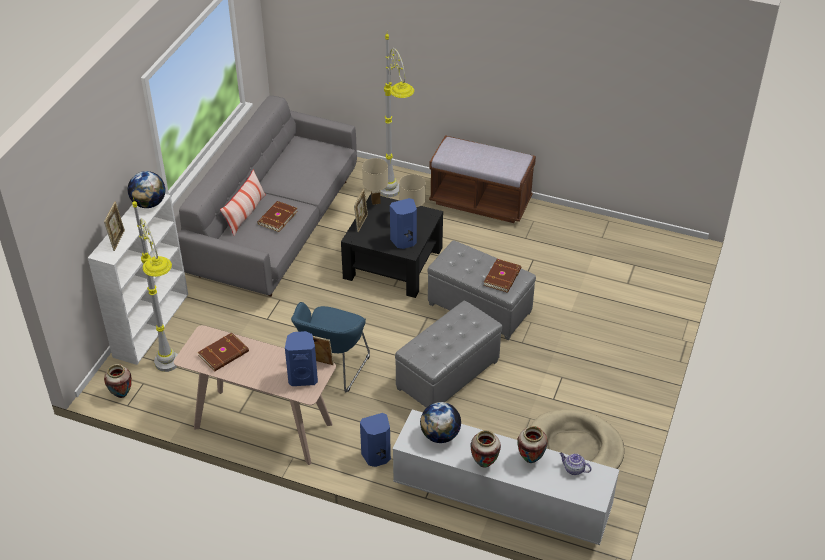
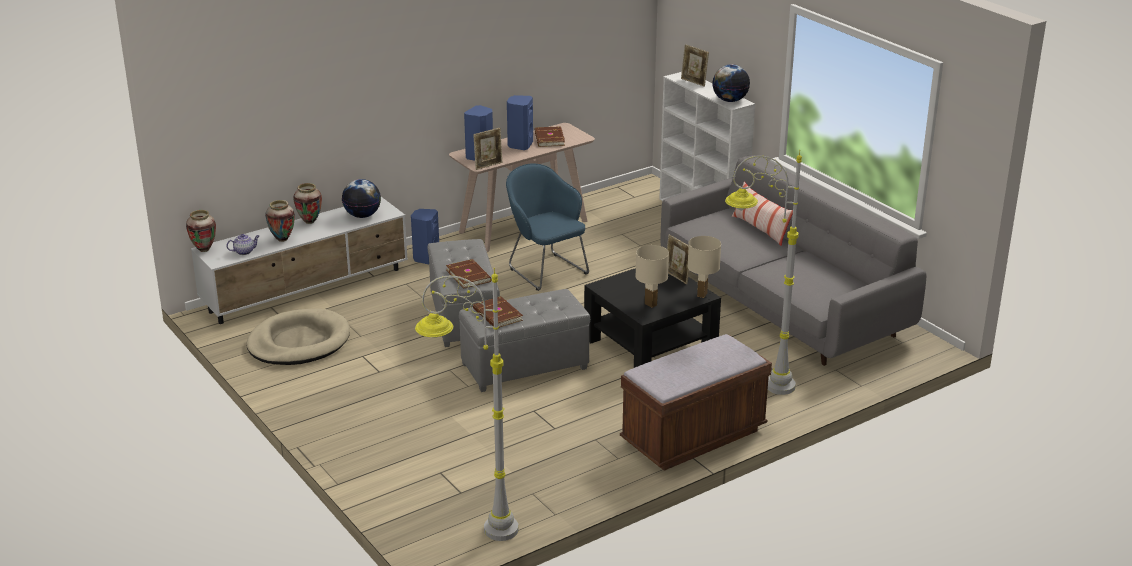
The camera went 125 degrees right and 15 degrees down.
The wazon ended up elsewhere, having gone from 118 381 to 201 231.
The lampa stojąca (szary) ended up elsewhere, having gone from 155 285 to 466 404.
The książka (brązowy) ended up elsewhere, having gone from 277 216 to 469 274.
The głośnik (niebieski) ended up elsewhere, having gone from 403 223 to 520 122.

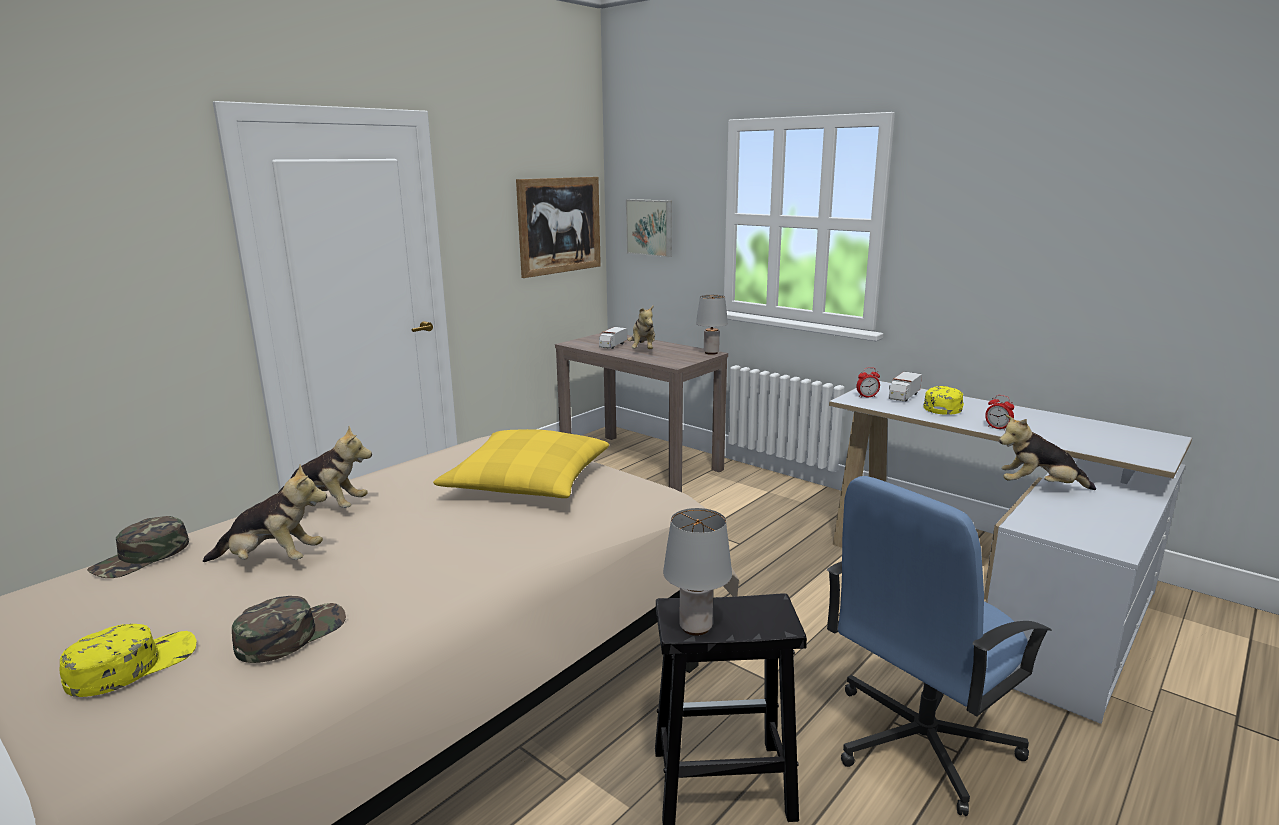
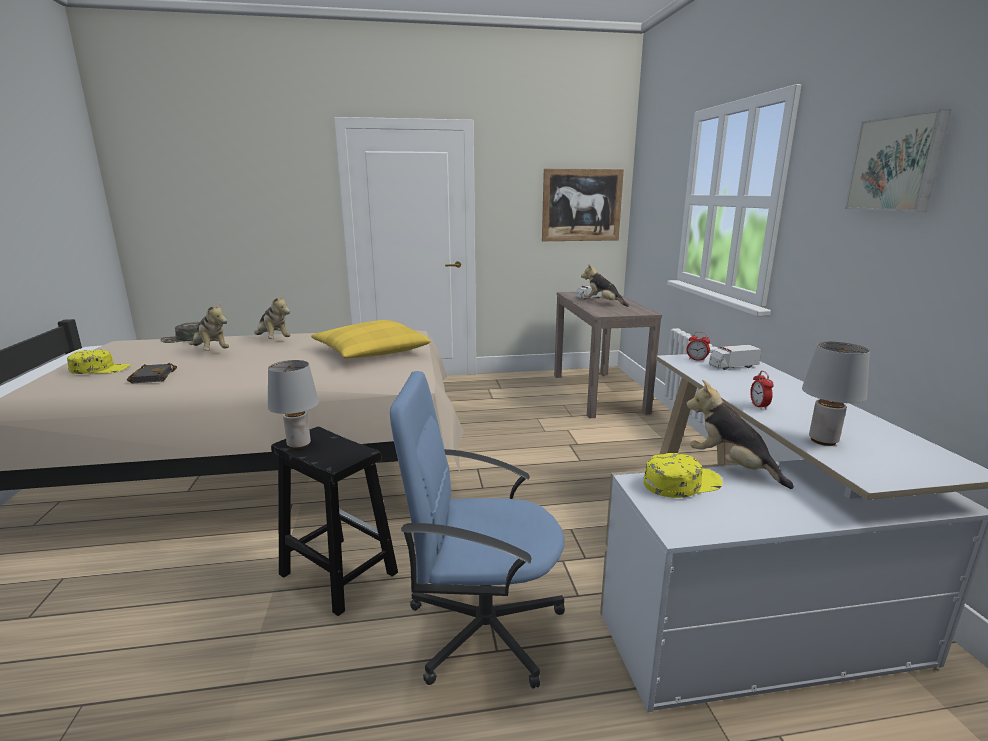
The camera went 40 degrees right and 0 degrees up.
Where the czapka z daszkiem (zielony) stood at 289 629, the książka (czarny) came to stand at 152 373.
The pluszak at 641 327 ended up facing another way, 90 degrees clockwise from before.
The czapka z daszkiem (żółty) ended up elsewhere, having gone from 944 400 to 683 475.
The lampa stołowa (szary) ended up elsewhere, having gone from 712 325 to 836 394.
The obraz ended up elsewhere, having gone from 649 228 to 898 160.

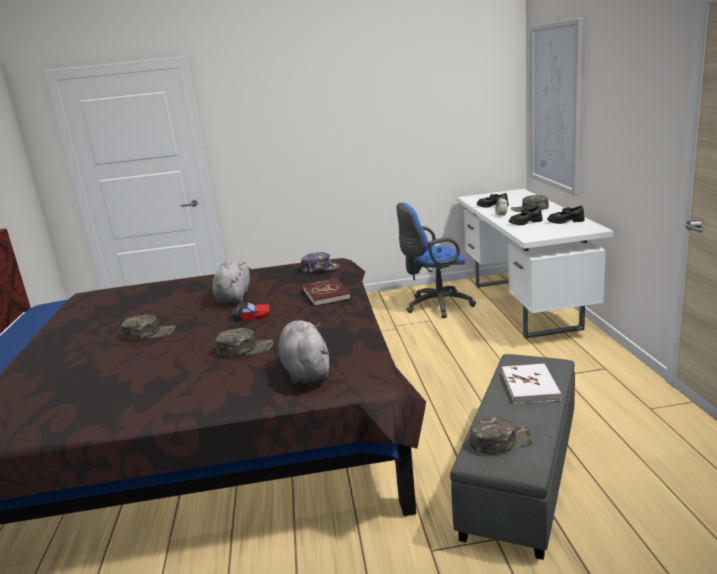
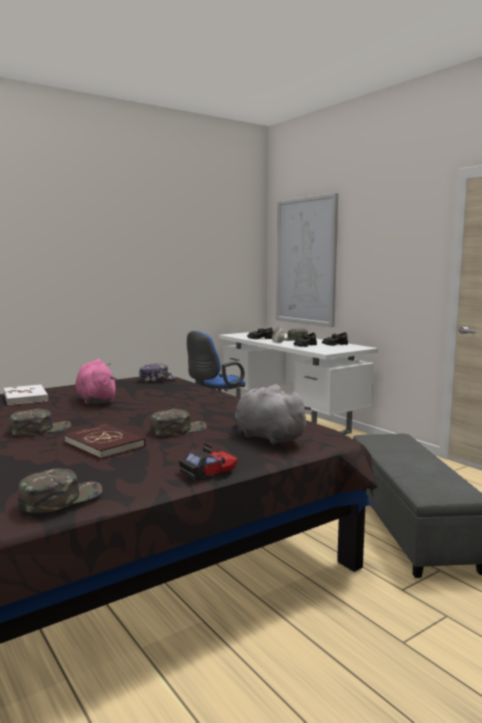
The camera went 30 degrees left and 10 degrees down.
The książka (biały) ended up elsewhere, having gone from 532 383 to 26 394.
The czapka z daszkiem (zielony) ended up elsewhere, having gone from 502 435 to 60 490.
The książka (czerwony) ended up elsewhere, having gone from 327 292 to 104 441.
What was the pluszak (szary) at 231 281 turned into the pluszak (różowy) at 96 381.
The samochodzik ended up elsewhere, having gone from 250 310 to 208 461.

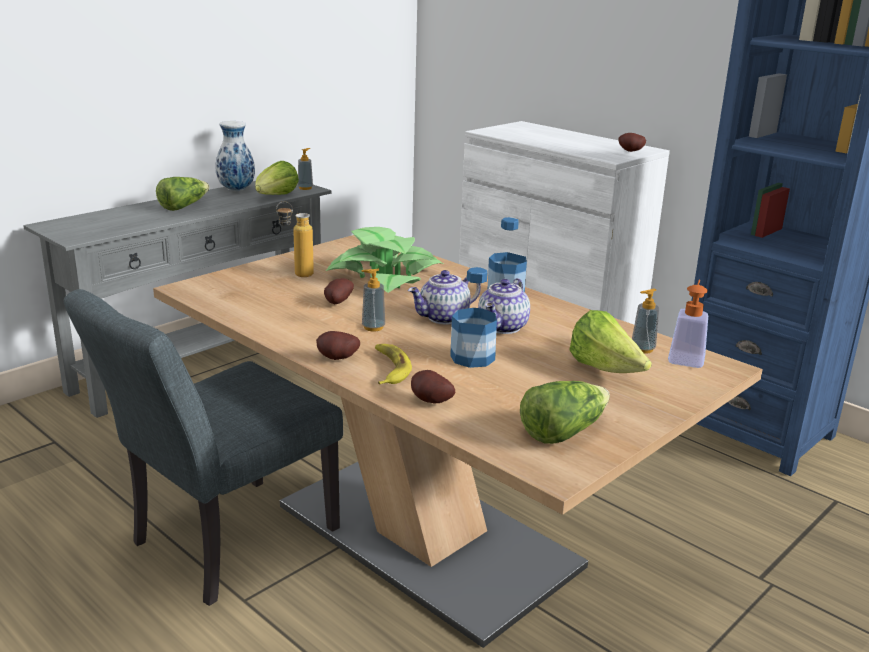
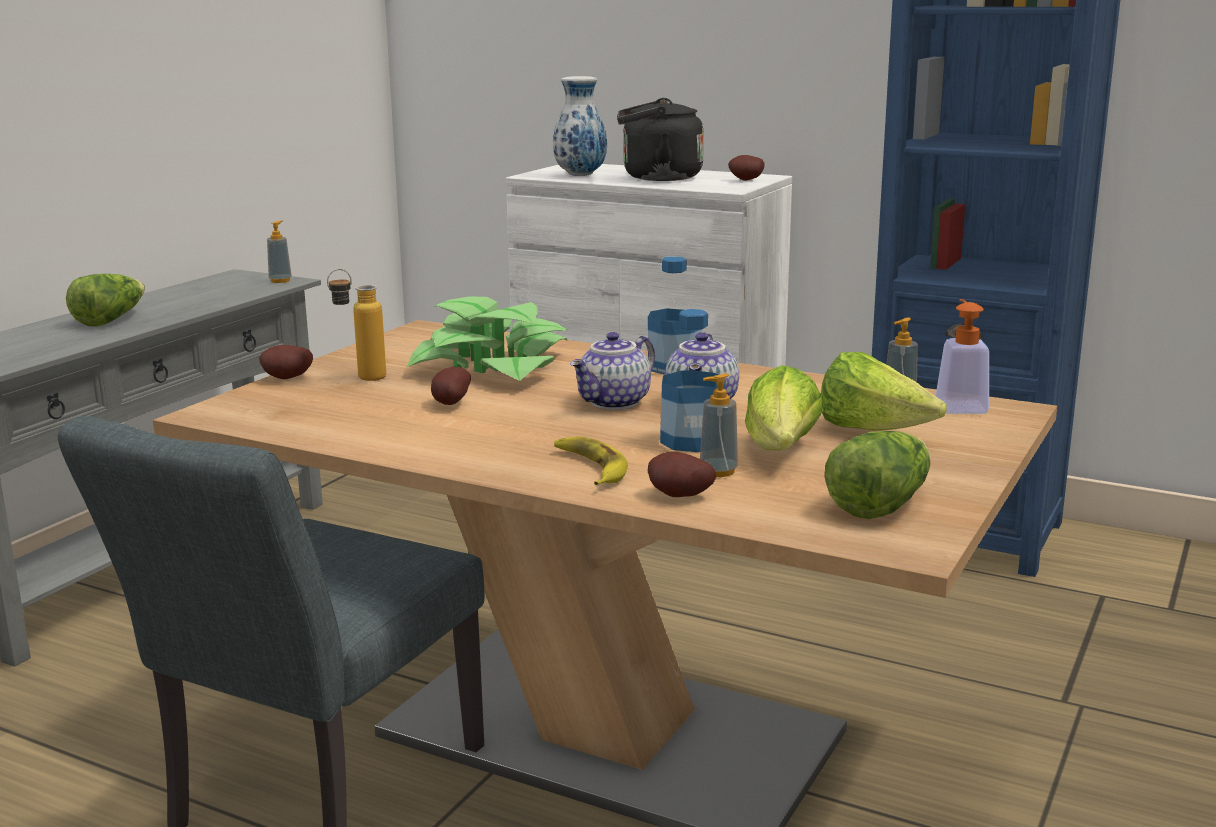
The camera went 15 degrees left and 5 degrees down.
The ziemniak ended up elsewhere, having gone from 338 345 to 286 362.
The wazon ended up elsewhere, having gone from 235 156 to 580 126.
The second view gained the czajnik (czarny) at 660 139.
The dozownik mydła ended up elsewhere, having gone from 373 300 to 719 425.
The sałata ended up elsewhere, having gone from 277 178 to 784 408.

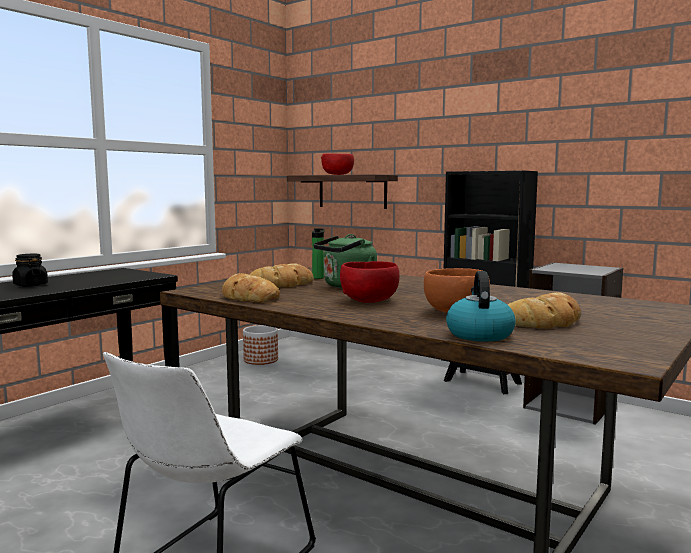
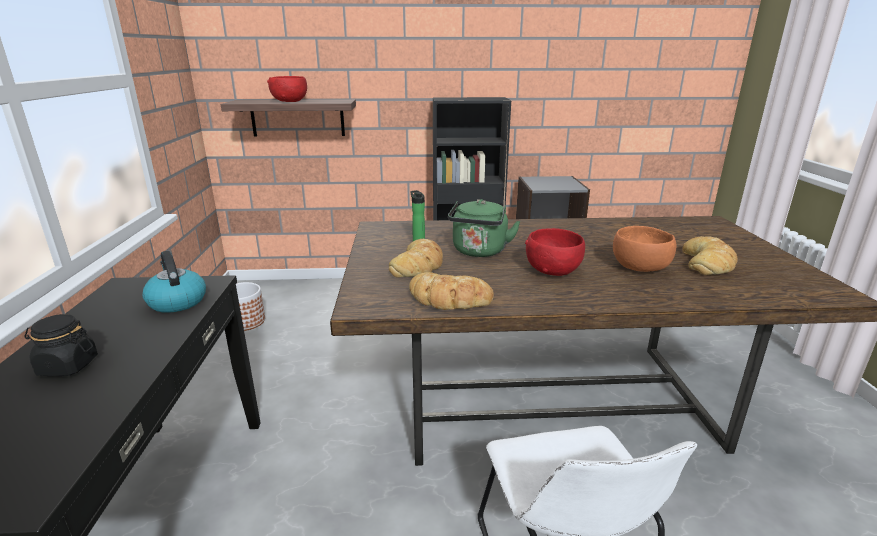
The camera went 40 degrees left and 15 degrees up.
The czajnik ended up elsewhere, having gone from 481 306 to 174 282.

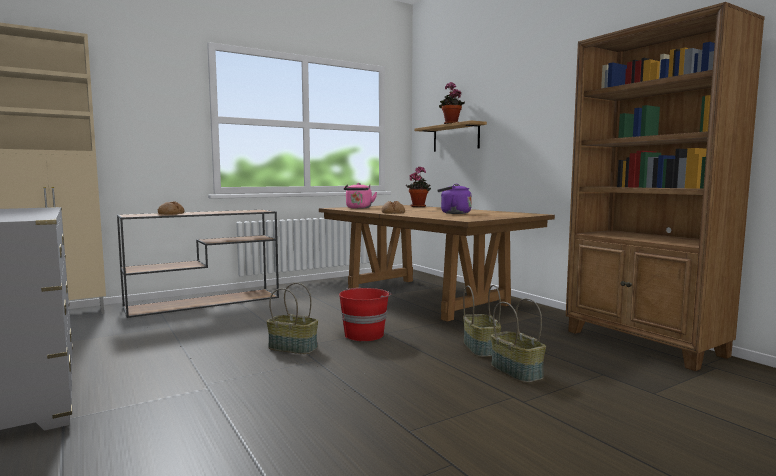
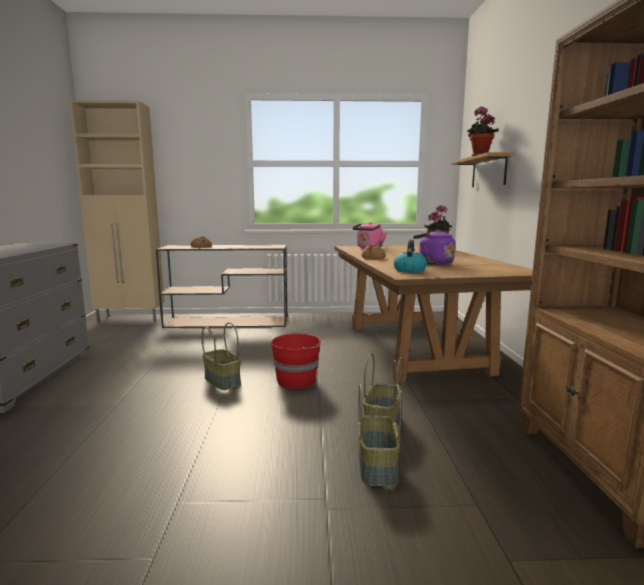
The camera went 30 degrees right and 5 degrees up.
The second view gained the czajnik at 410 256.

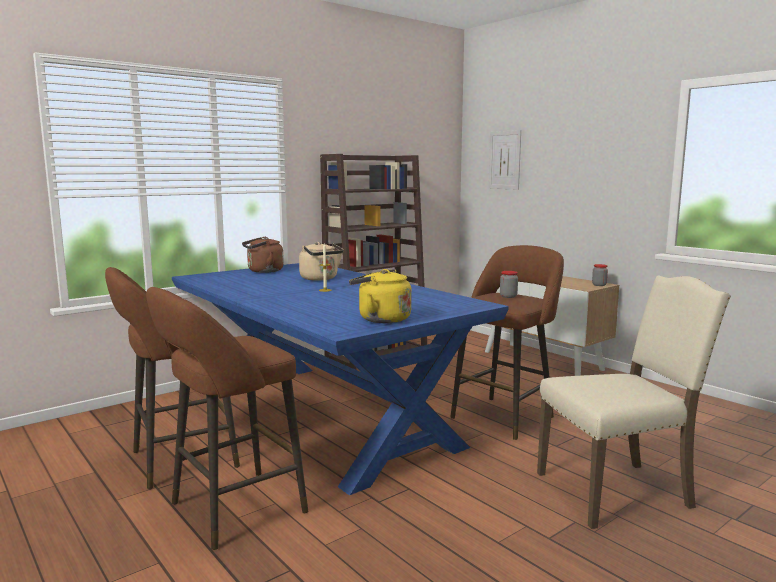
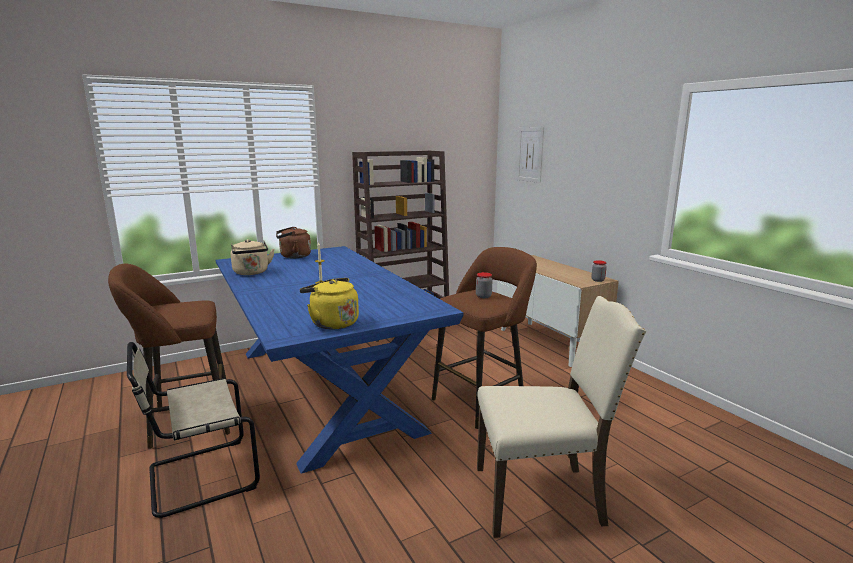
The camera went 10 degrees right and 5 degrees up.
Where the stołek (brązowy) stood at 227 418, the krzesło (beżowy) came to stand at 193 430.
The czajnik (beżowy) ended up elsewhere, having gone from 321 261 to 253 257.

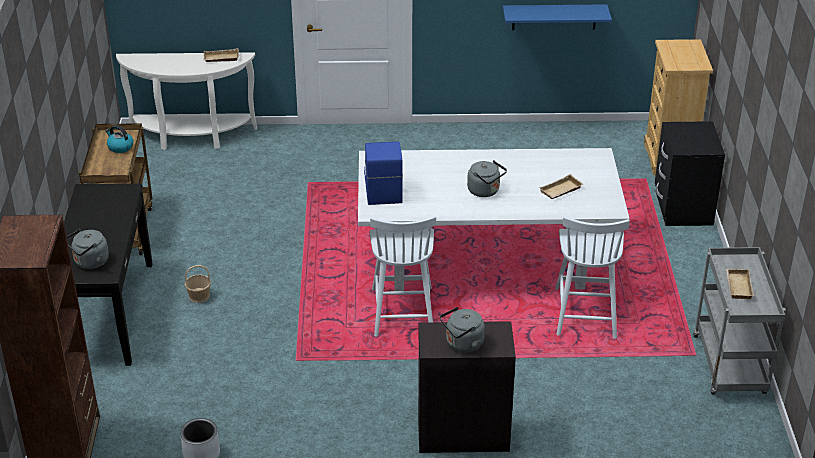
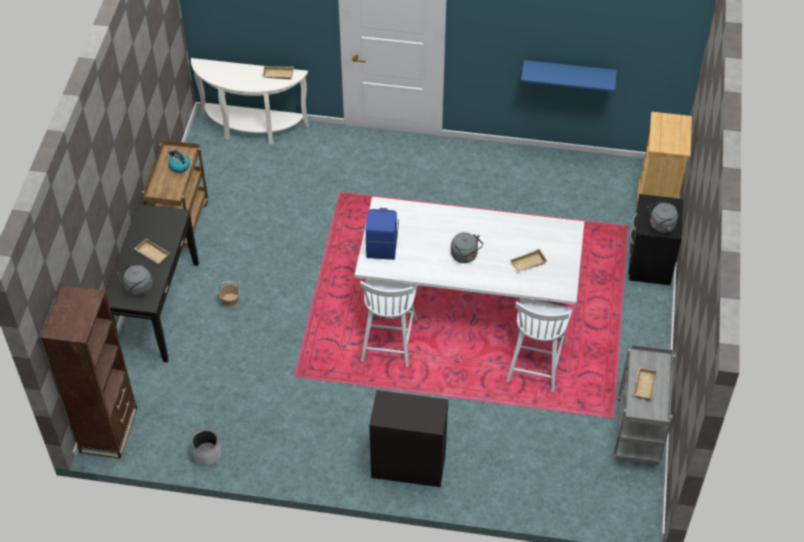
The camera went 10 degrees right and 15 degrees up.
The second view gained the taca (beżowy) at 152 251.
The czajnik (szary) ended up elsewhere, having gone from 462 329 to 663 217.

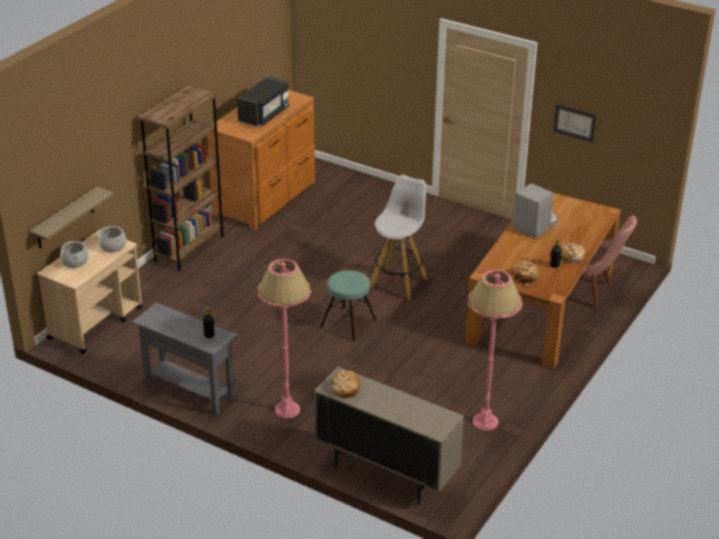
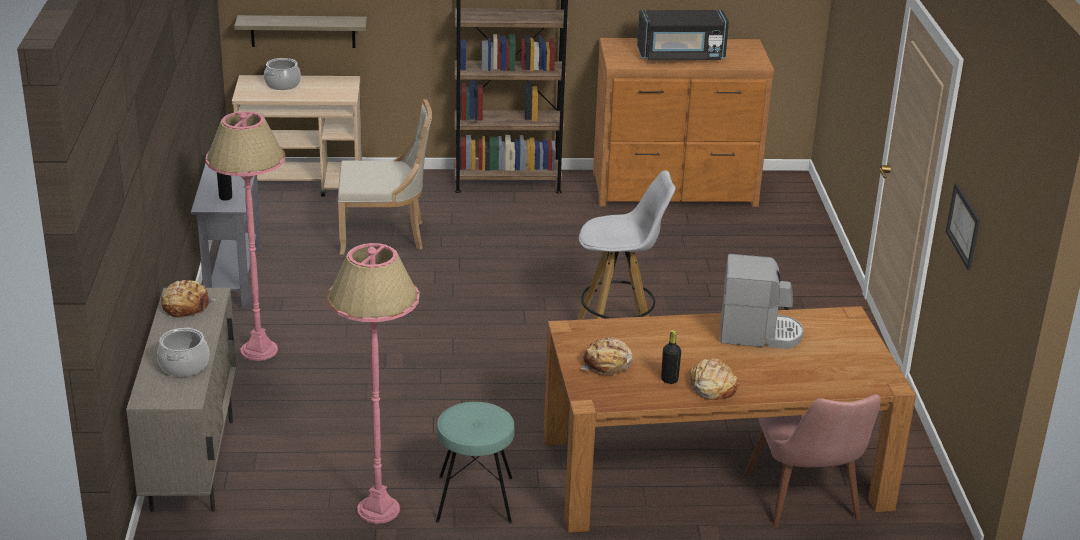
The camera went 55 degrees right and 5 degrees down.
The garnek ended up elsewhere, having gone from 112 239 to 183 352.
The second view gained the krzesło (beżowy) at 385 177.
The stołek (turkusowy) ended up elsewhere, having gone from 348 306 to 475 463.

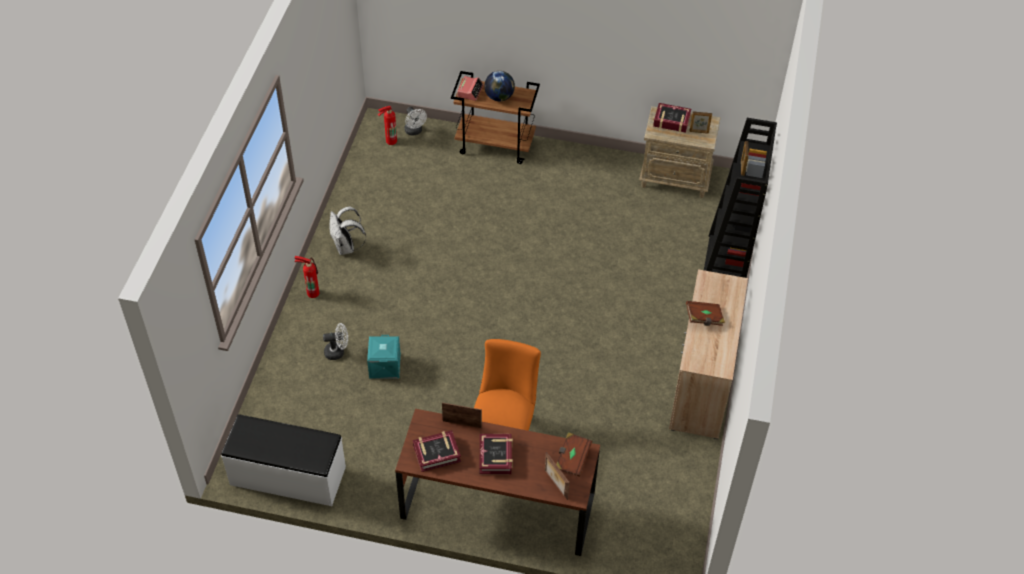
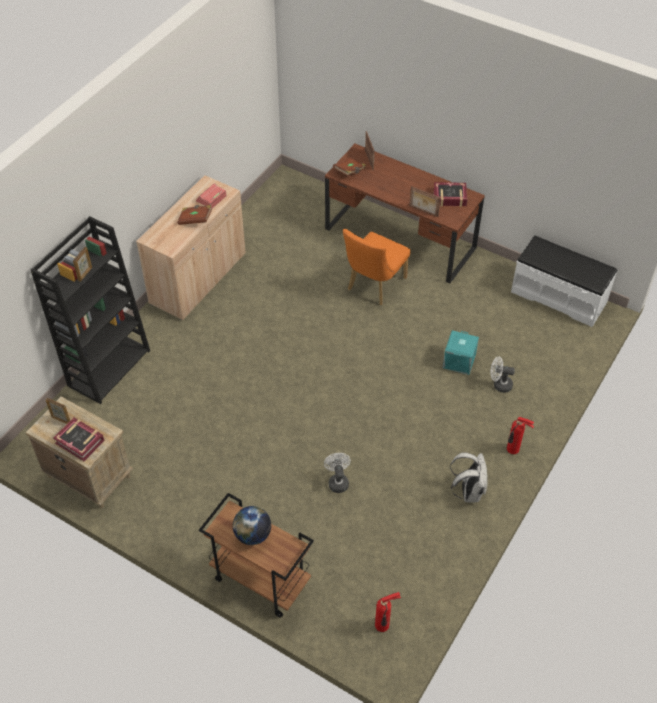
The camera went 160 degrees left and 0 degrees up.
The budzik ended up elsewhere, having gone from 470 88 to 211 195.
The wentylator (biały) ended up elsewhere, having gone from 415 121 to 337 473.
The second view lost the książka at 496 454.

